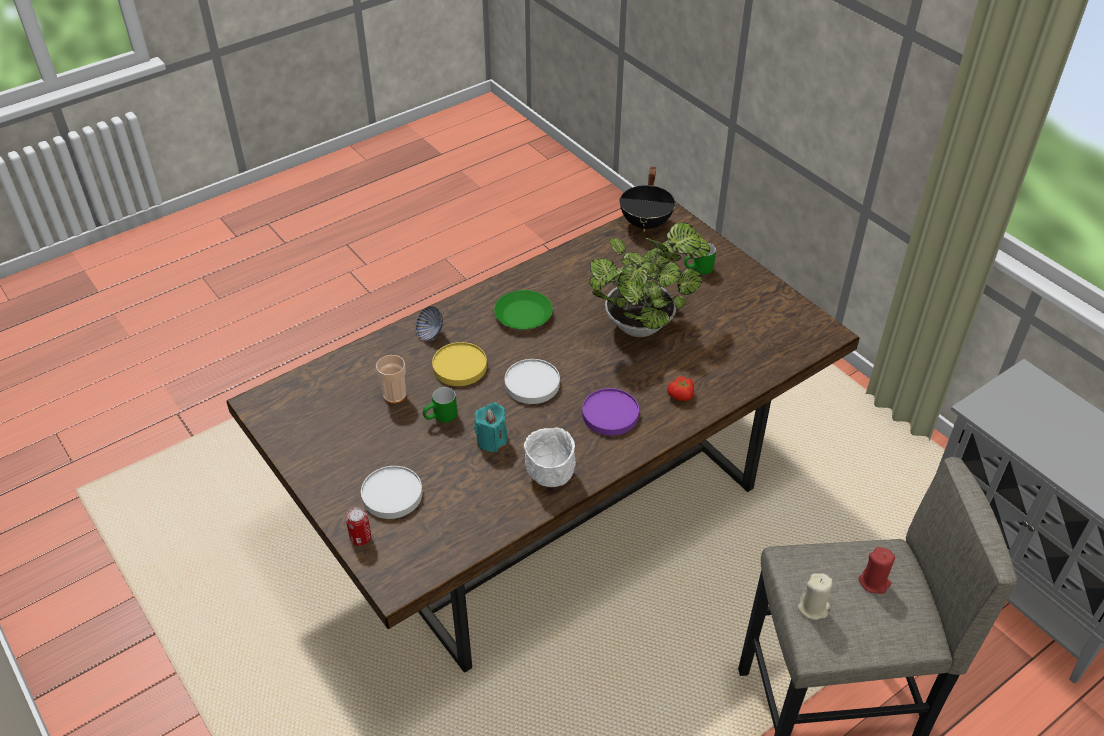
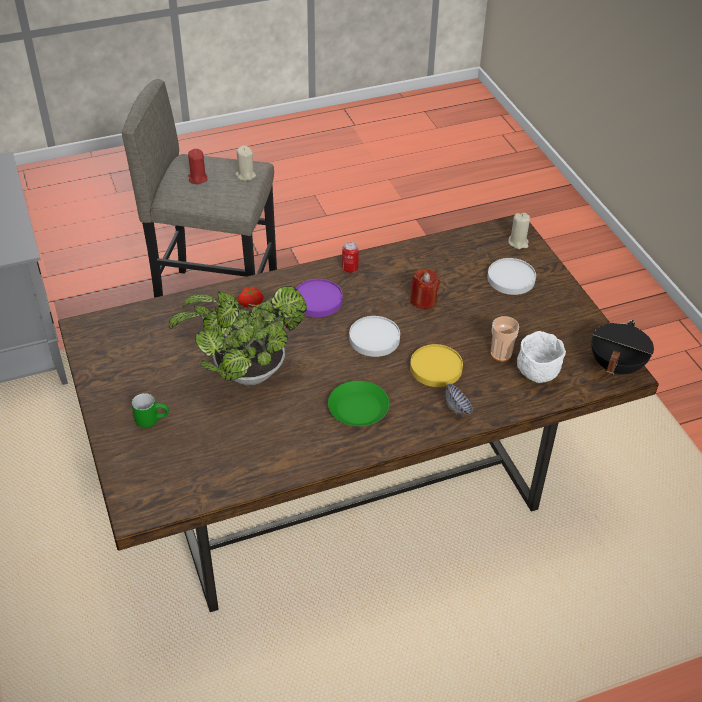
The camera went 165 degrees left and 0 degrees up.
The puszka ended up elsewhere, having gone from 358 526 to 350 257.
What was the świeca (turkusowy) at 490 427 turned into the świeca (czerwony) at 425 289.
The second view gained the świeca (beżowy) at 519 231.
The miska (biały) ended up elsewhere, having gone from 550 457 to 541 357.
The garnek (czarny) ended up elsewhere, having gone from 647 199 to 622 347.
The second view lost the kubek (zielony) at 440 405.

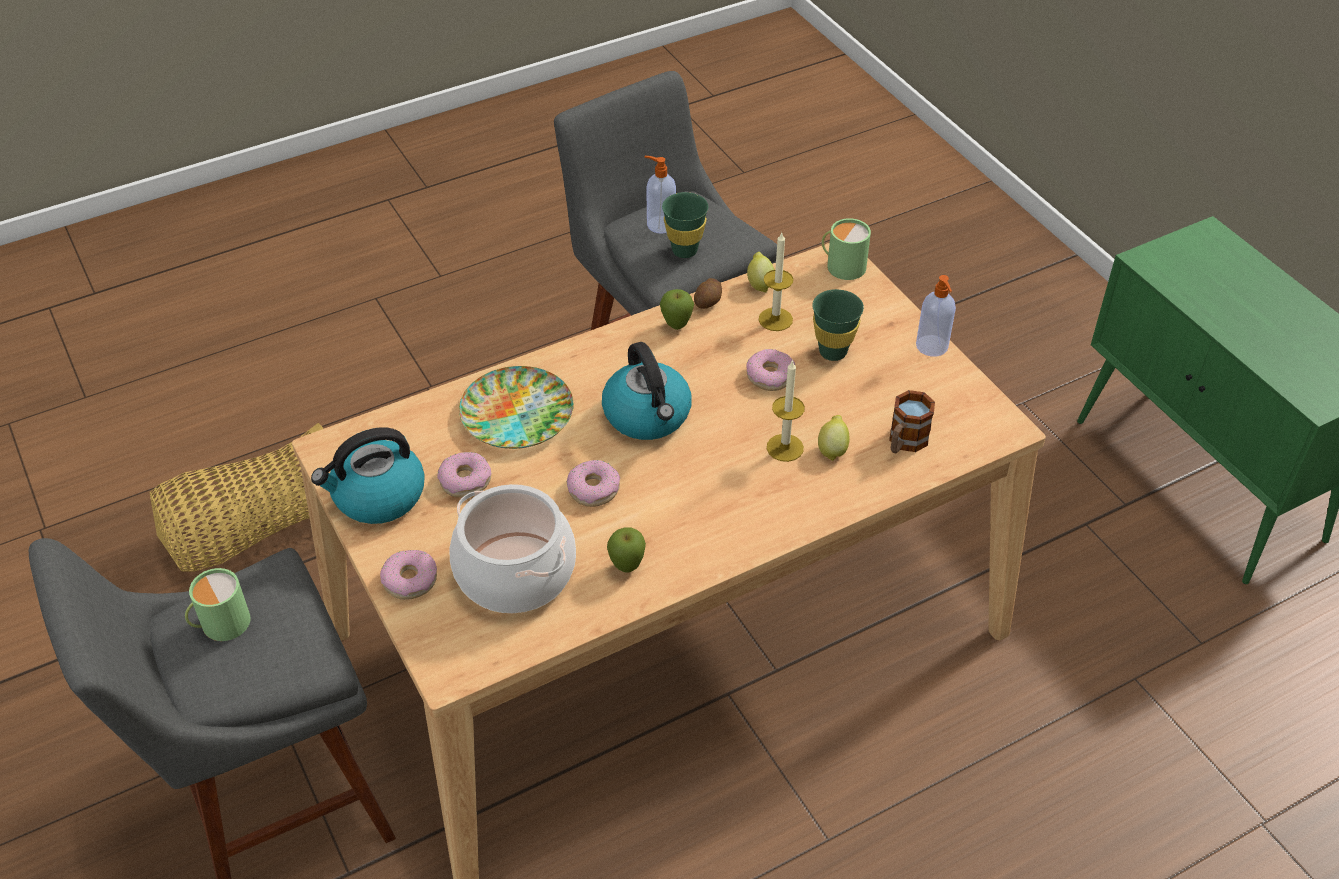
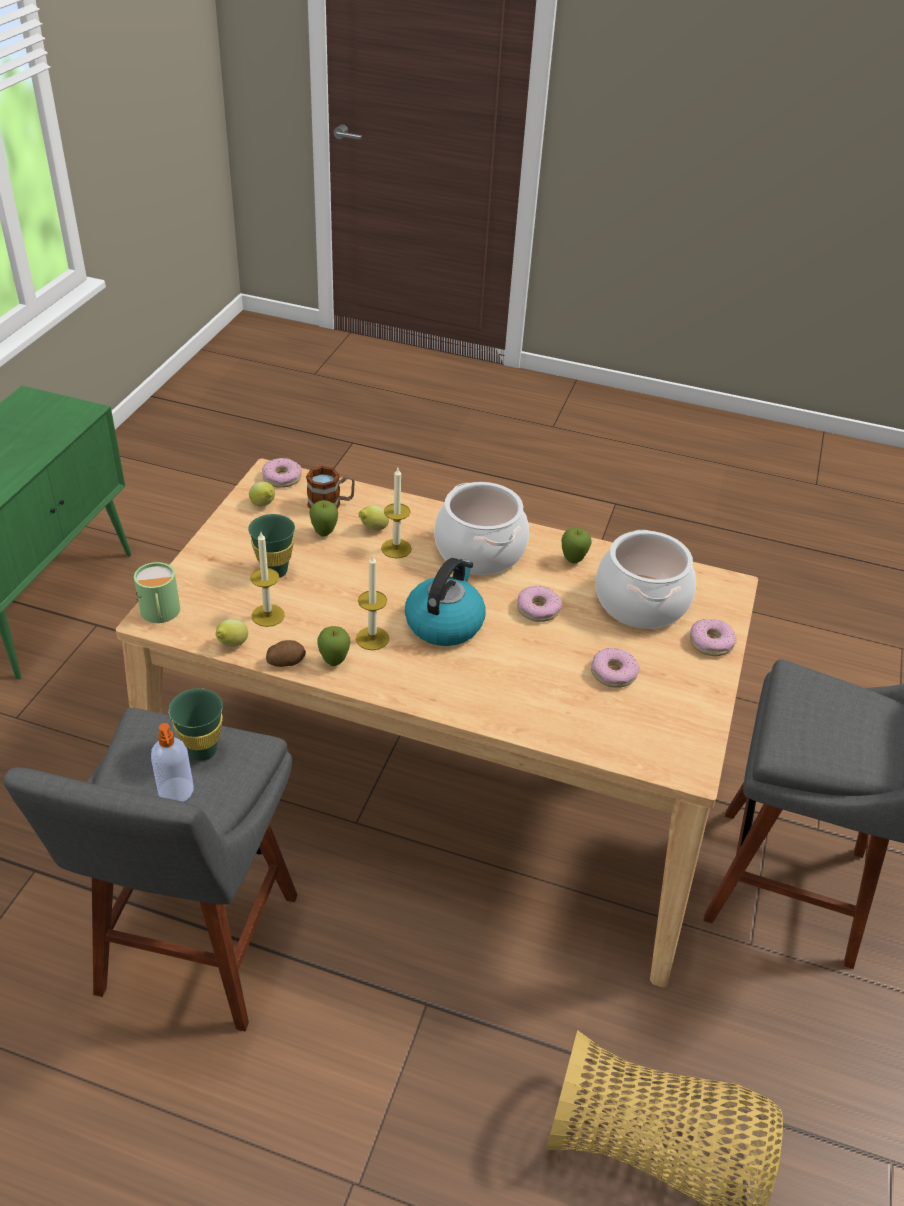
The camera went 135 degrees left and 5 degrees down.
The second view gained the cytryna at 262 494.
The donut ended up elsewhere, having gone from 770 370 to 282 473.
The second view gained the jabłko at 323 518.
The second view gained the świeca at 372 602.
The second view gained the garnek at 481 528.
The second view lost the kubek (zielony) at 218 604.
The second view lost the czajnik at 368 475.
The second view lost the talerz at 516 407.
The second view lost the dozownik mydła at 936 316.

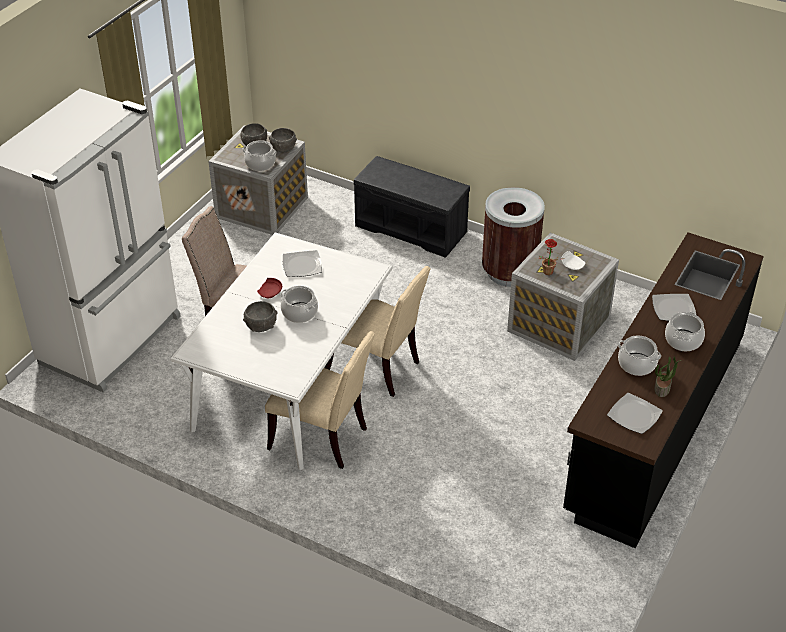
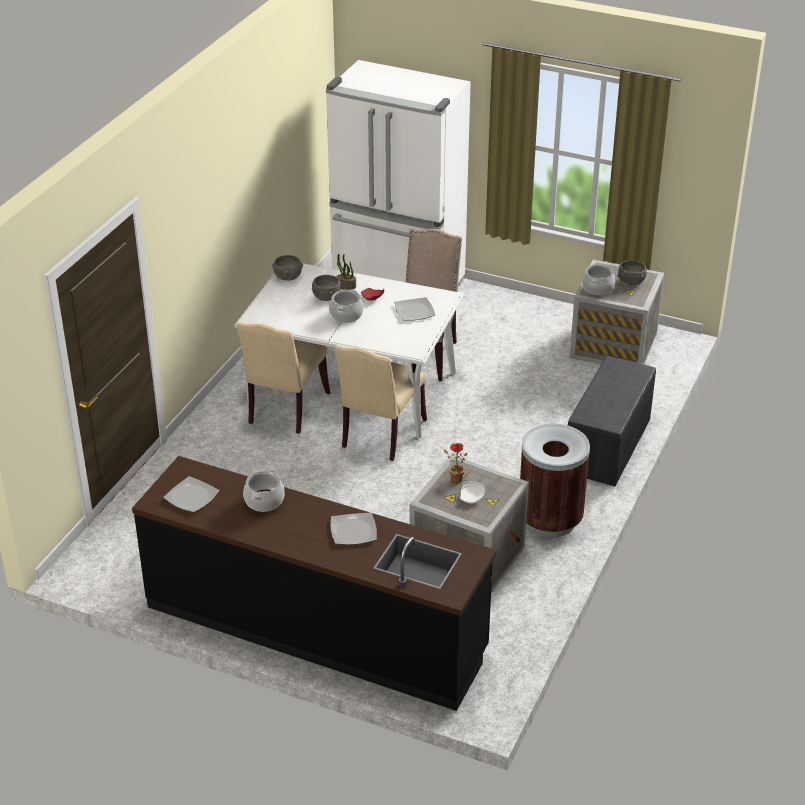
The camera went 85 degrees right and 5 degrees down.
The miska (szary) ended up elsewhere, having gone from 283 140 to 287 268.
The roślina doniczkowa ended up elsewhere, having gone from 668 376 to 346 272.
The second view lost the garnek at 685 331.

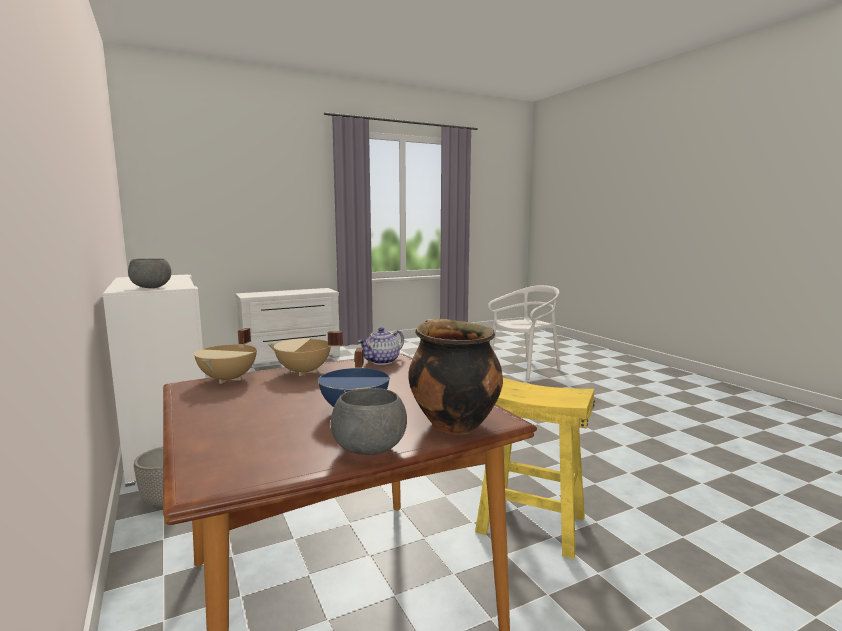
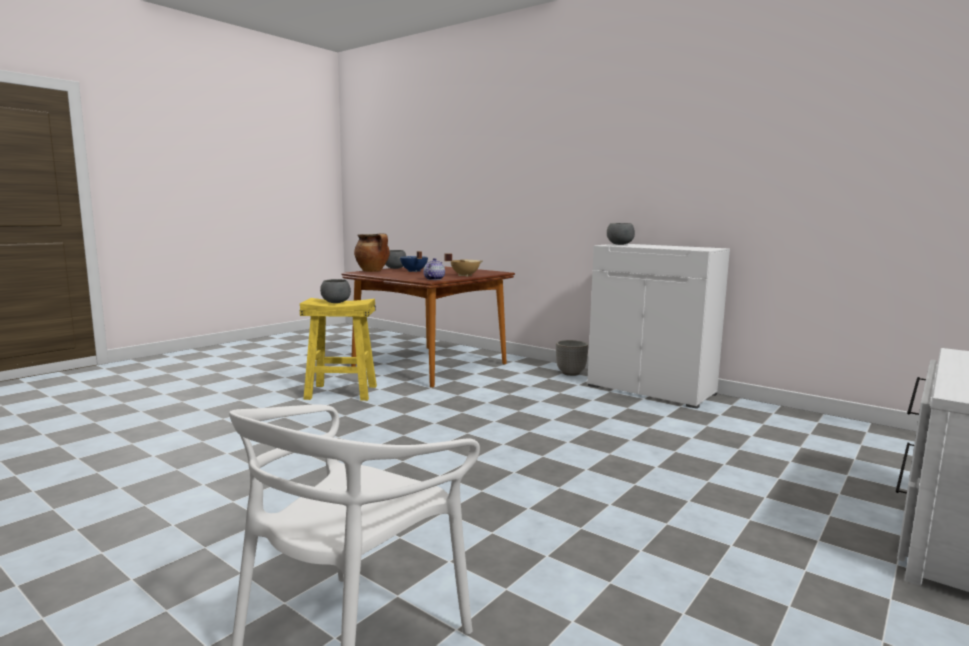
The camera went 155 degrees right and 0 degrees up.
The second view gained the miska (szary) at 335 291.
The second view lost the garnek (beżowy) at 225 356.

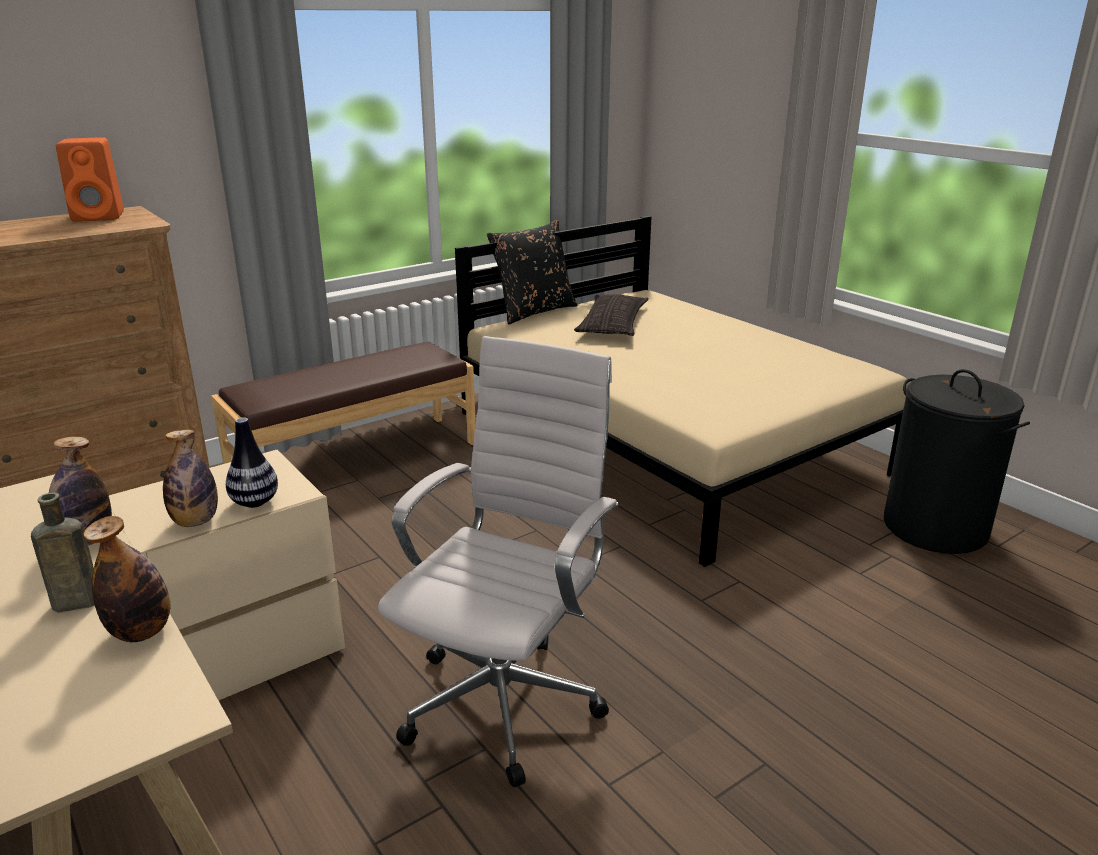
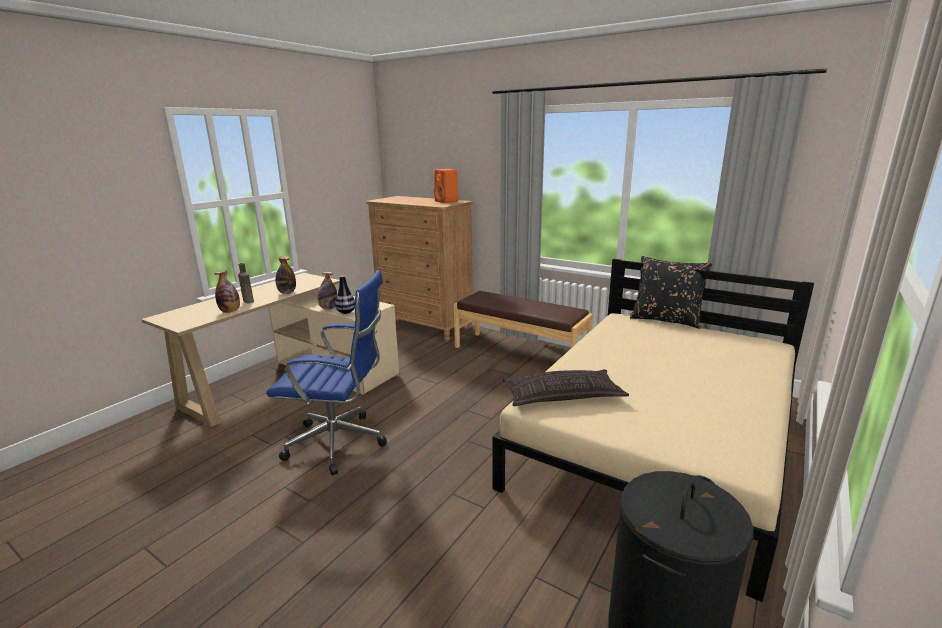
The camera went 70 degrees right and 5 degrees down.
What was the krzesło biurowe (biały) at 498 561 turned into the krzesło biurowe (niebieski) at 326 372.
The poduszka ended up elsewhere, having gone from 611 315 to 565 387.

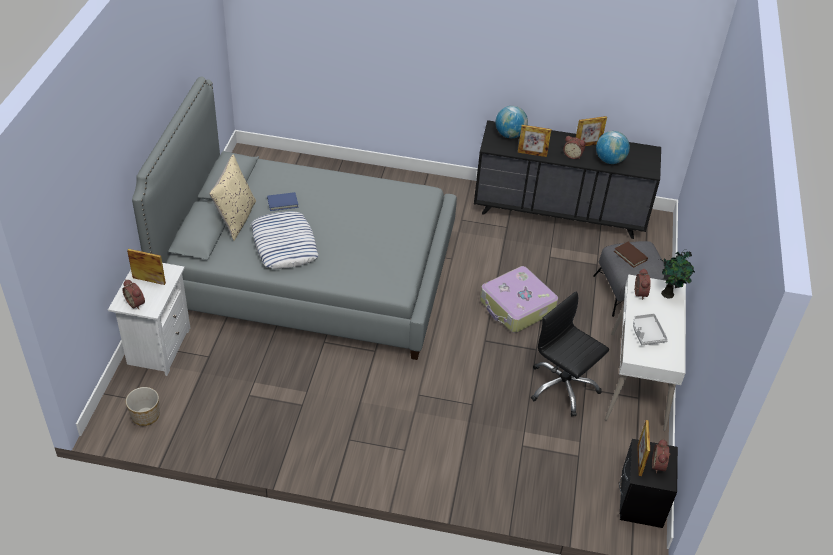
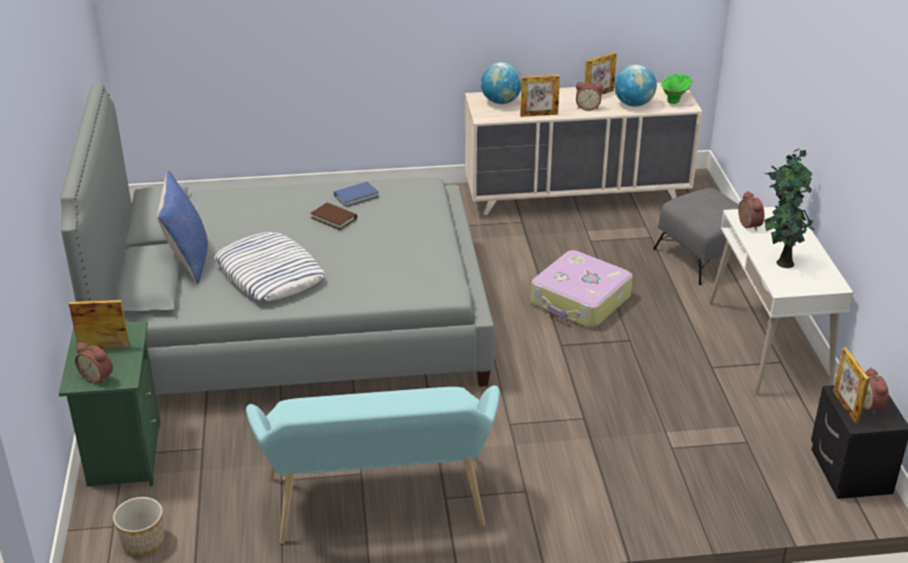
The camera went 15 degrees left and 10 degrees down.
What was the szafka nocna (biały) at 149 319 turned into the szafka nocna (zielony) at 109 403.
What was the poduszka (beżowy) at 232 198 turned into the poduszka (niebieski) at 182 227.
The second view gained the ławka (turkusowy) at 373 464.
The książka (brązowy) ended up elsewhere, having gone from 631 255 to 333 216.
The książka (niebieski) ended up elsewhere, having gone from 283 201 to 356 194.
What was the komoda (czarny) at 567 179 turned into the komoda (beżowy) at 583 149.
The second view gained the wazon (zielony) at 677 89.
Where the taca (szary) stood at 650 329, the roślina doniczkowa came to stand at 789 227.
The second view lost the krzesło biurowe (czarny) at 570 353.

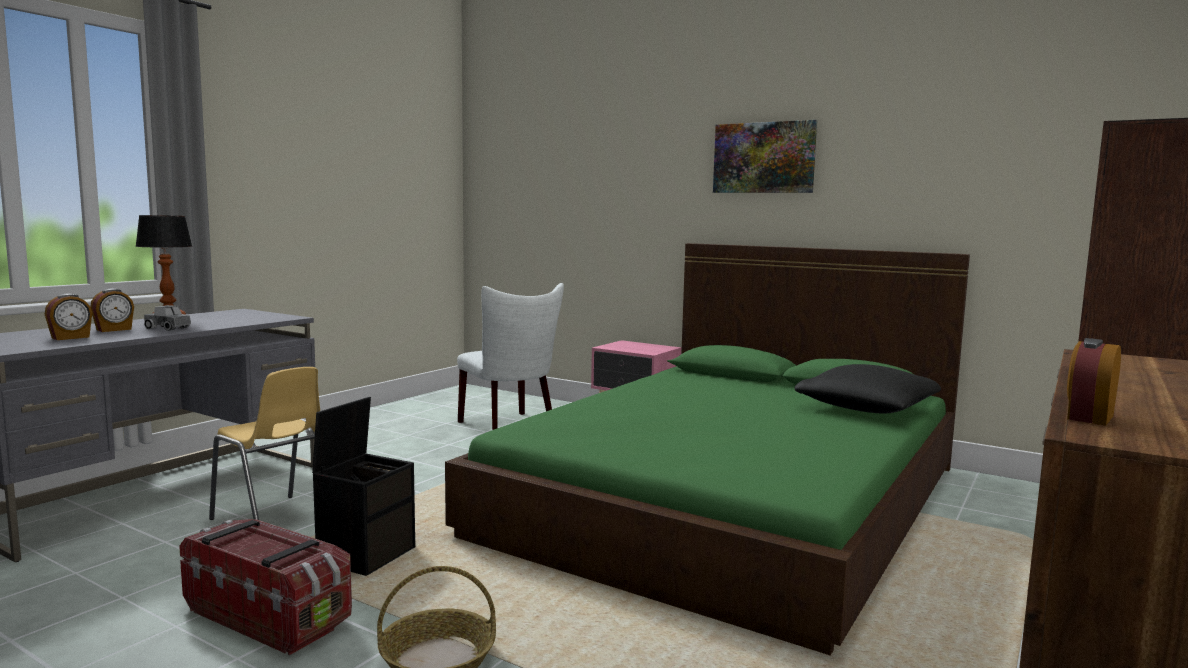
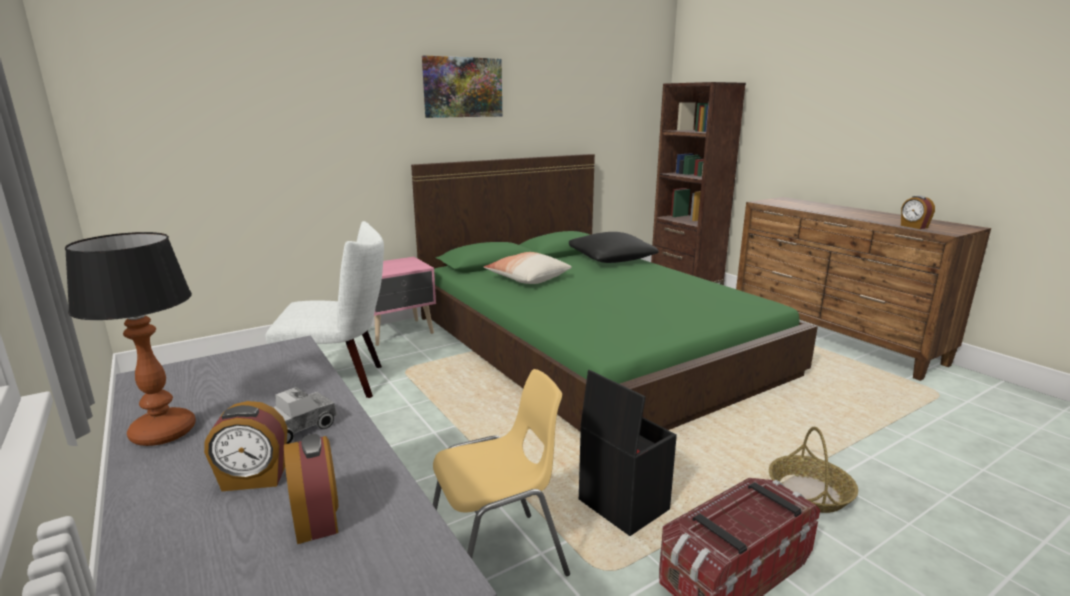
The camera went 65 degrees left and 10 degrees up.
The budzik at 112 310 ended up facing another way, 105 degrees clockwise from before.
The second view gained the poduszka at 528 268.

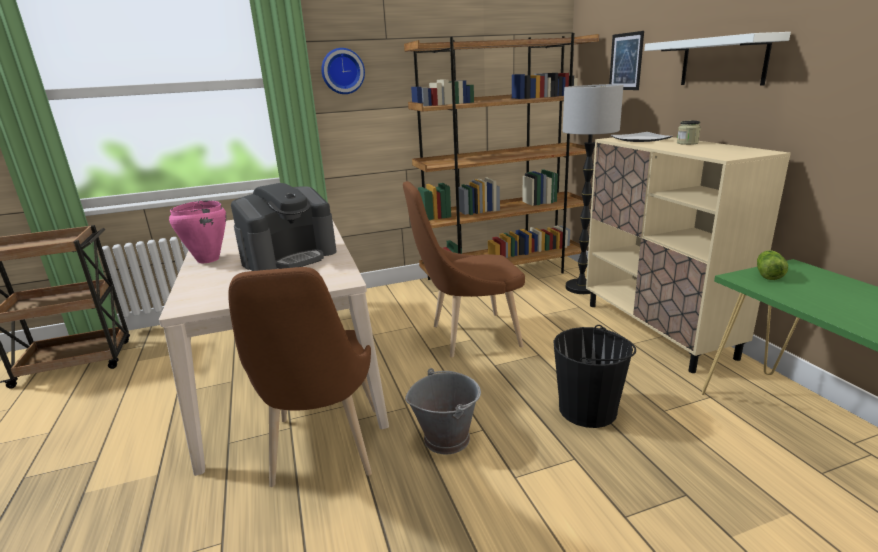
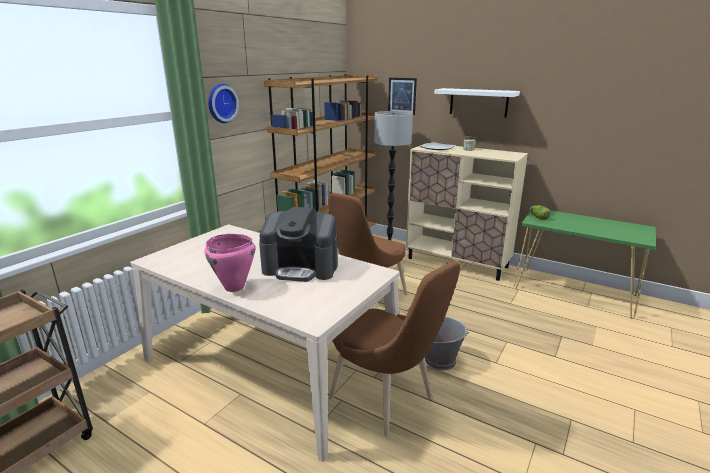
The camera went 40 degrees left and 0 degrees up.
The ekspres do kawy at 284 227 ended up facing another way, 90 degrees clockwise from before.
The second view lost the wiadro (czarny) at 594 376.

